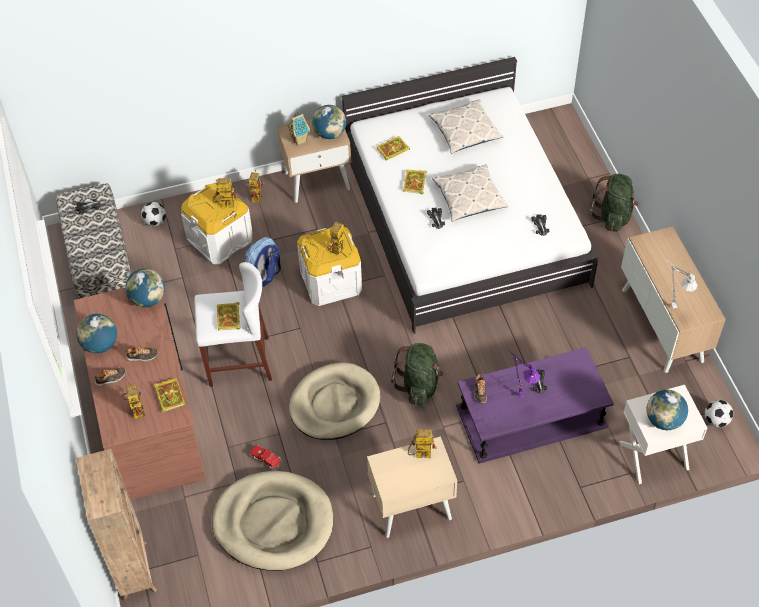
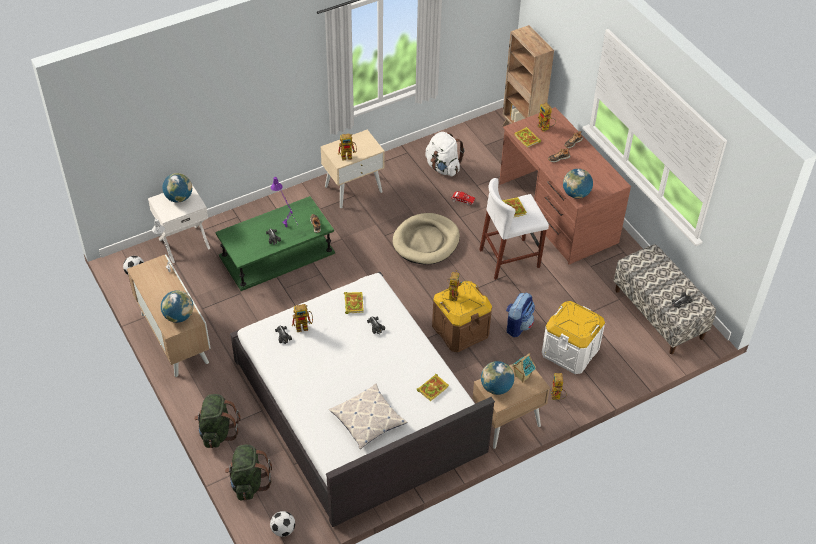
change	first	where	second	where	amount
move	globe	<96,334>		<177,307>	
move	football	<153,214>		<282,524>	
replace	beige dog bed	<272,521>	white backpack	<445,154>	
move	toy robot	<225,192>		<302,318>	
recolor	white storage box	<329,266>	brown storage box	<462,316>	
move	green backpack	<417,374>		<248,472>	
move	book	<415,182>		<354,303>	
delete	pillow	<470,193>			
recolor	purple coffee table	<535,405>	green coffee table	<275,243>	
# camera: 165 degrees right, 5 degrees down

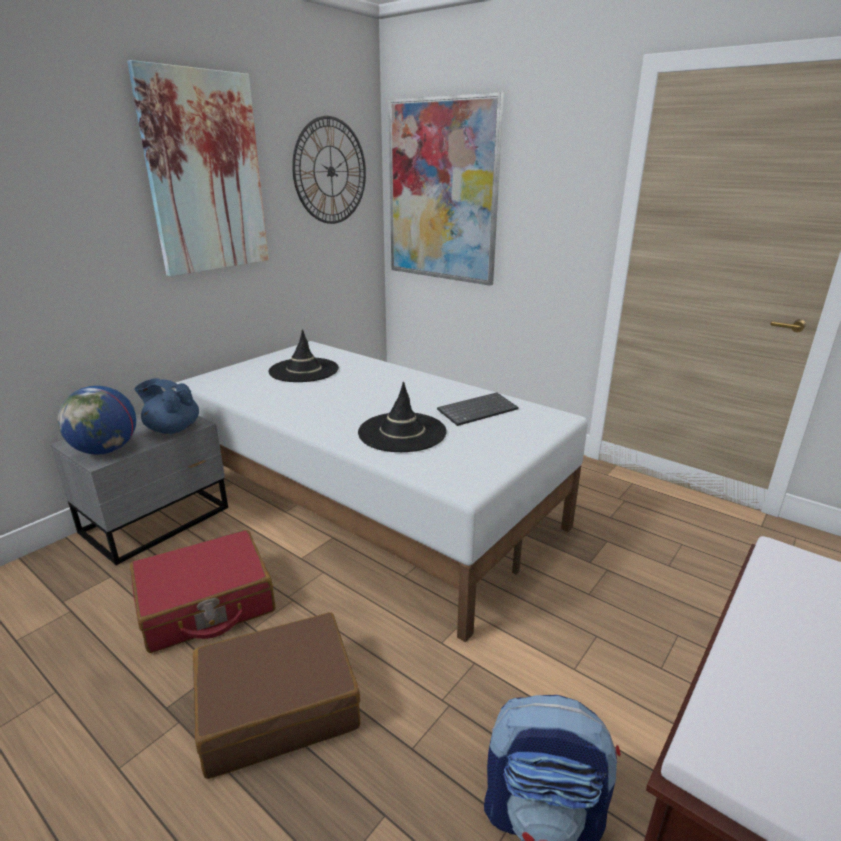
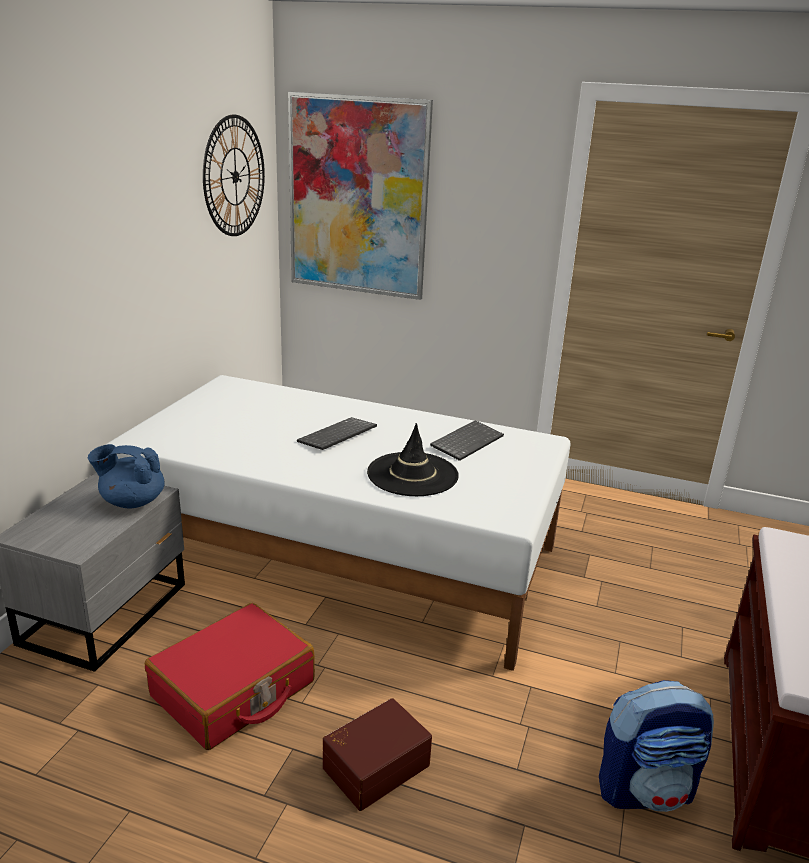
change	first	where	second	where	amount
delete	globe	<97,420>			
delete	picture	<198,168>			
replace	brown suitcase	<276,695>	brown storage box	<377,754>	
delete	black hat	<304,355>			
insert			keyboard	<337,433>	
# camera: 20 degrees left, 0 degrees up

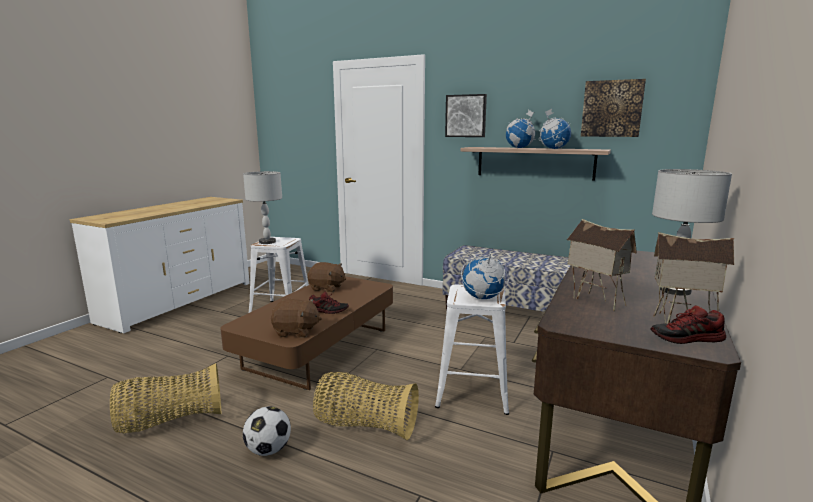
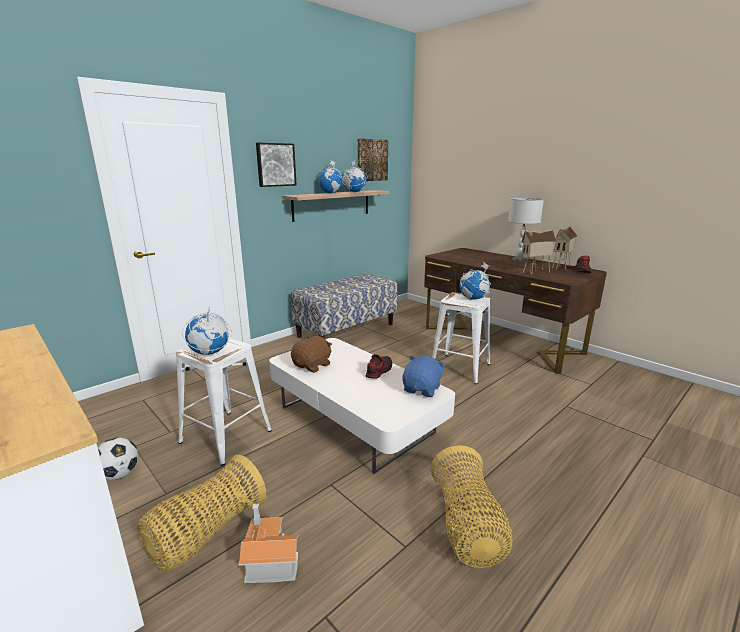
change	first	where	second	where	amount
recolor	brown coffee table	<306,333>	white coffee table	<362,405>	
replace	grey table lamp	<262,207>	globe	<207,330>	
move	football	<267,431>		<118,459>	
recolor	brown plush toy	<296,318>	blue plush toy	<423,376>	
move	basket	<366,406>		<201,513>	
insert			toy house	<268,543>	
# camera: 70 degrees left, 5 degrees up

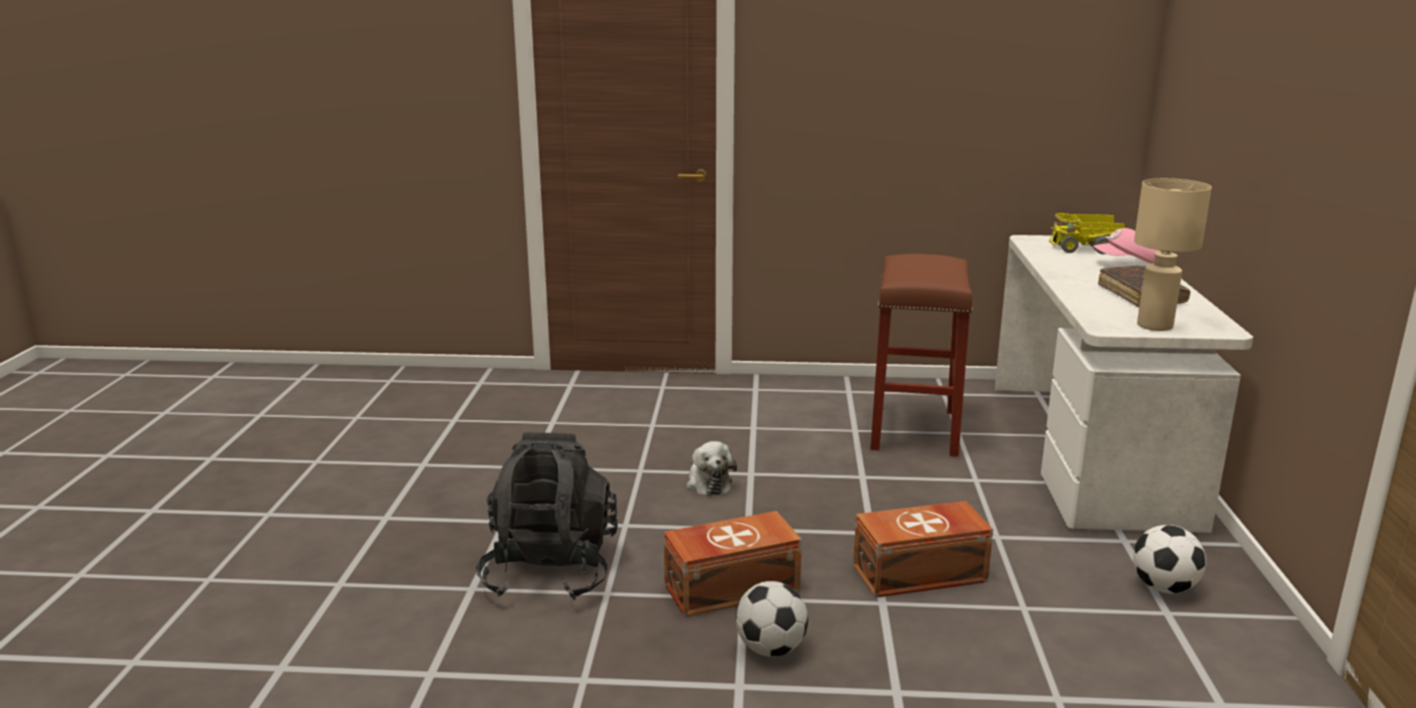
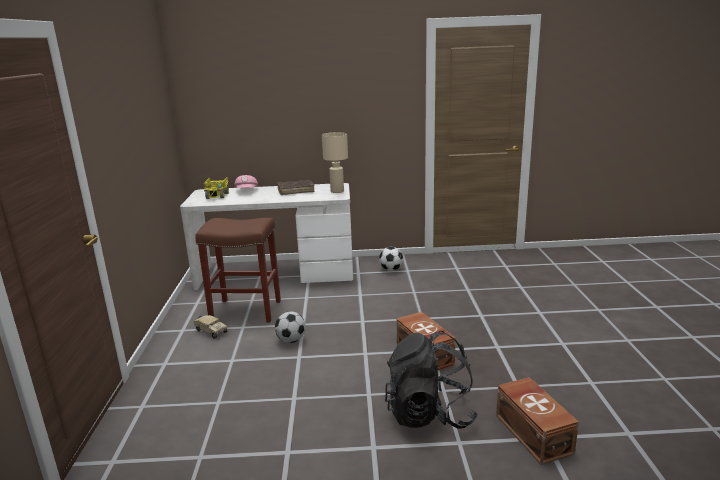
change	first	where	second	where	amount
delete	plush toy	<712,468>			
move	football	<772,619>		<290,327>	
move	brown storage box	<923,549>		<537,421>	
insert			toy truck	<210,327>	
# camera: 95 degrees left, 0 degrees up

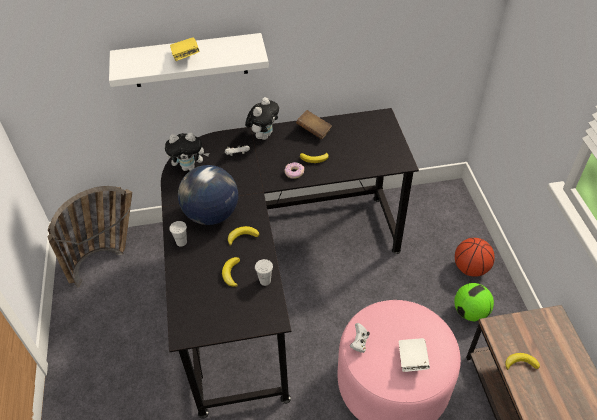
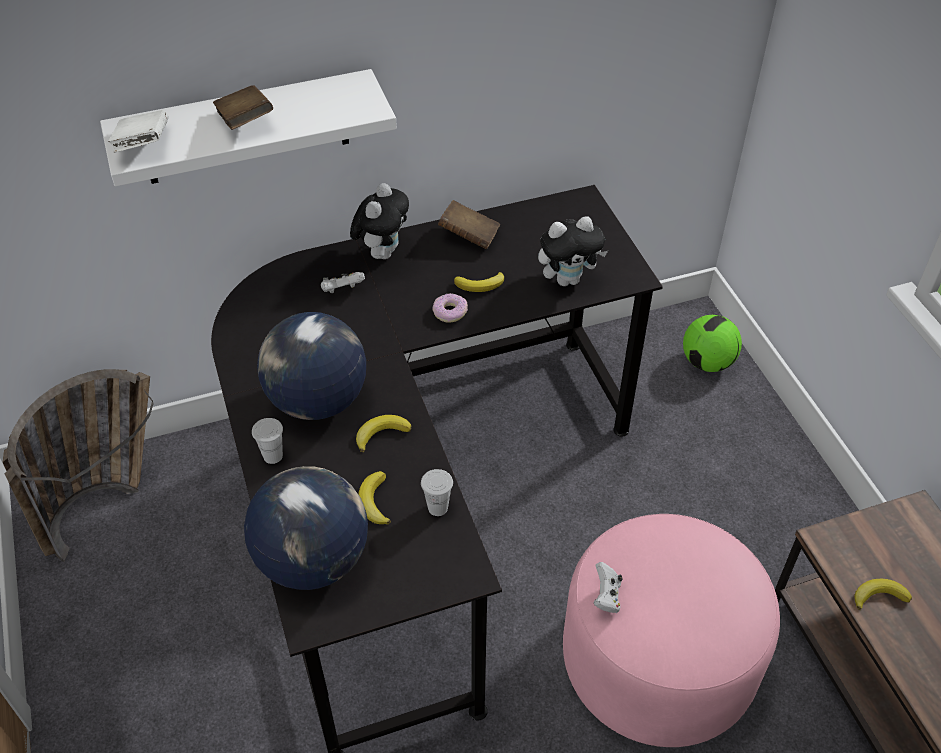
change	first	where	second	where	amount
move	plush toy	<187,152>		<573,251>	
recolor	yellow book	<184,49>	brown book	<243,107>	
move	white book	<414,355>		<138,131>	
move	football	<474,302>		<712,343>	
delete	basketball	<475,257>			
insert			globe	<306,528>	
# camera: 10 degrees left, 0 degrees up

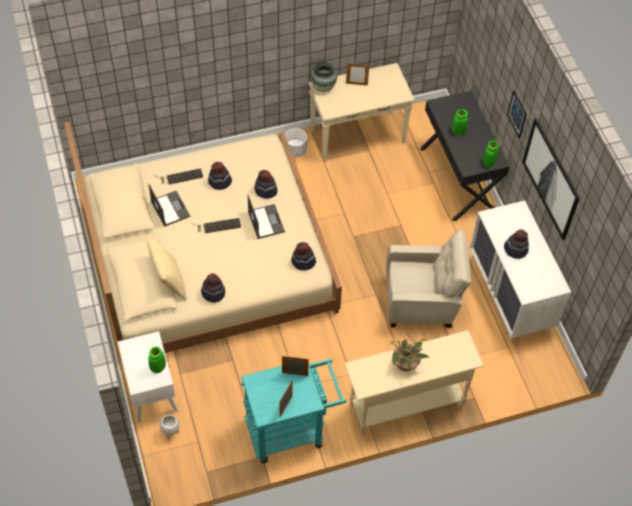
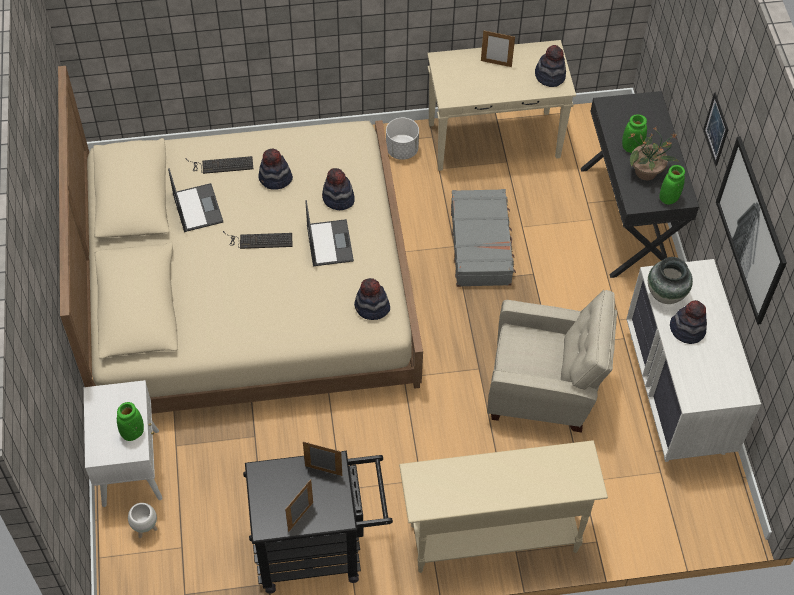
change	first	where	second	where	amount
delete	beige pillow	<166,267>			
move	hat	<213,288>		<550,66>	
recolor	turquoise cart	<294,411>	black cart	<318,522>	
move	vase	<323,77>		<670,280>	
move	potted plant	<409,352>		<654,153>	
insert			grey suitcase	<483,238>	
# camera: 10 degrees right, 0 degrees up

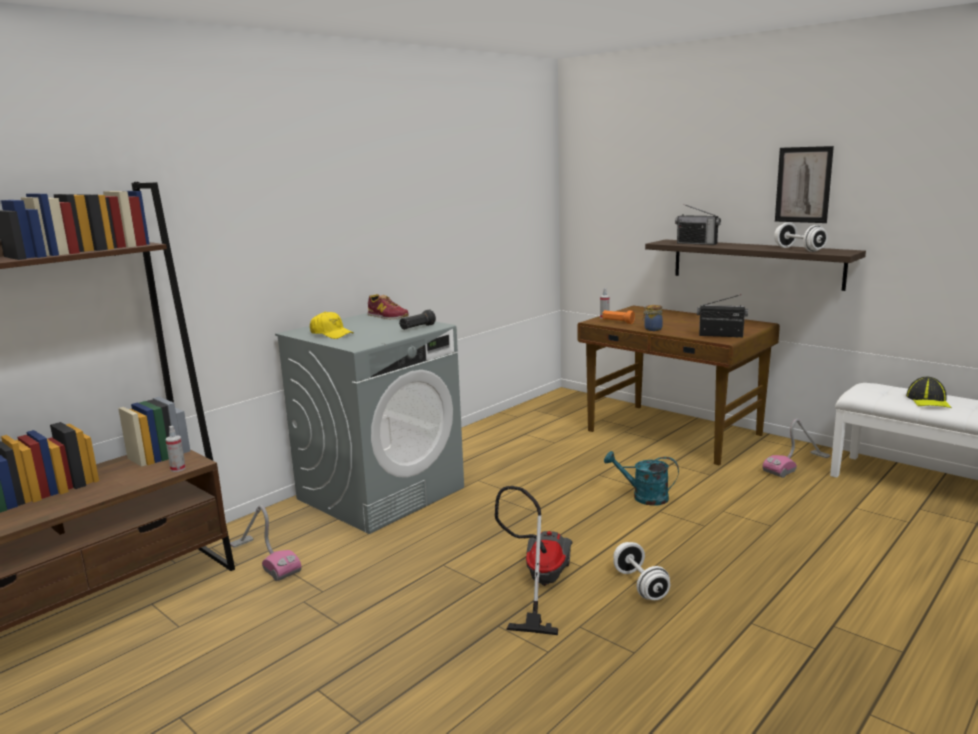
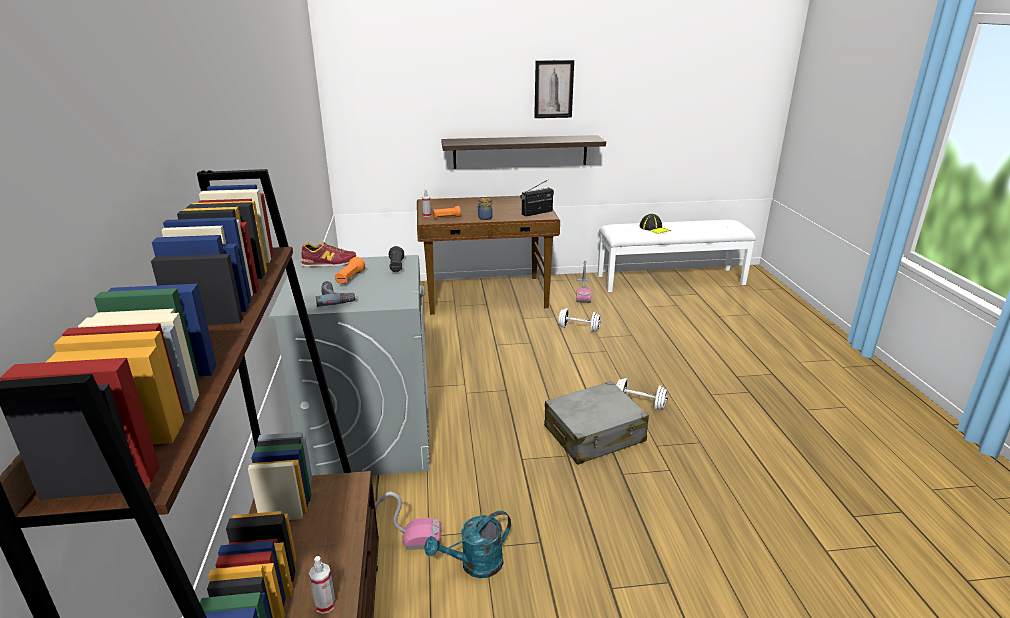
change	first	where	second	where	amount
move	spray bottle	<176,449>		<322,585>	
replace	yellow cap	<332,325>	power drill	<336,294>	
replace	vacuum cleaner	<533,560>	grey suitcase	<596,423>	
move	turquoise watering can	<641,478>		<467,544>	
delete	radio	<698,224>			
move	white dumbbell	<801,237>		<579,320>	
insert			orange flashlight	<350,270>	
# camera: 50 degrees left, 10 degrees up

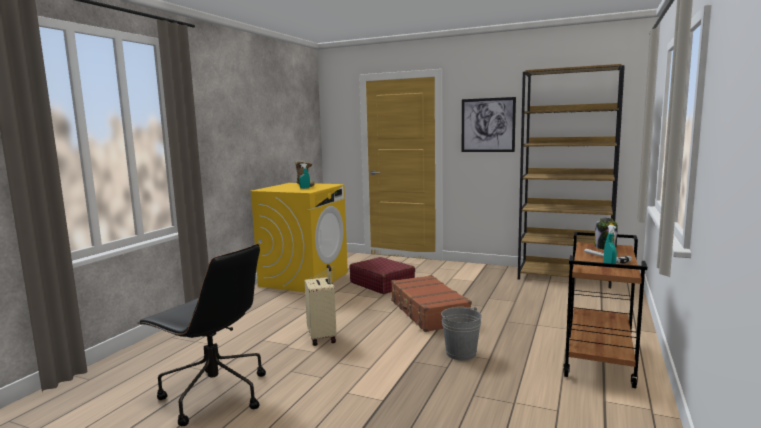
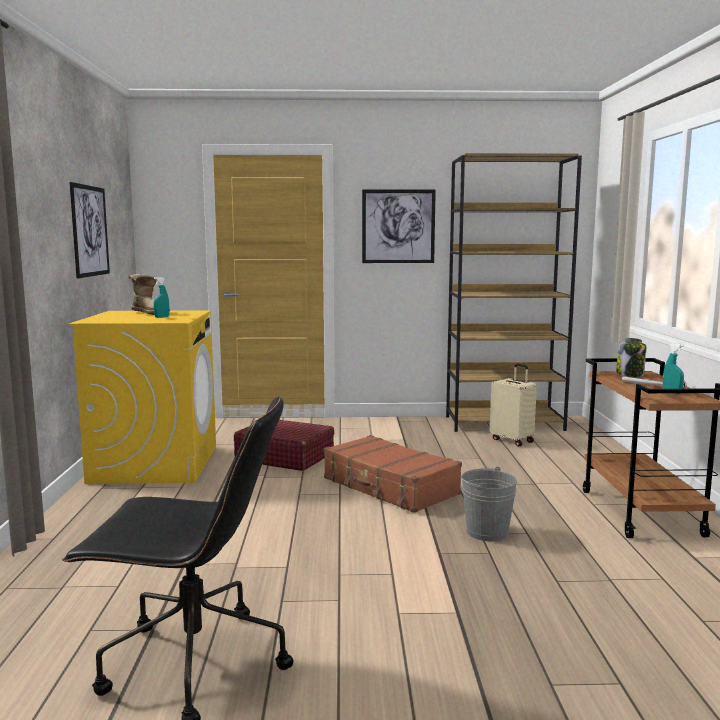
change	first	where	second	where	amount
move	beige suitcase	<321,305>		<513,404>	
insert			picture	<90,230>	
# camera: 25 degrees left, 0 degrees up

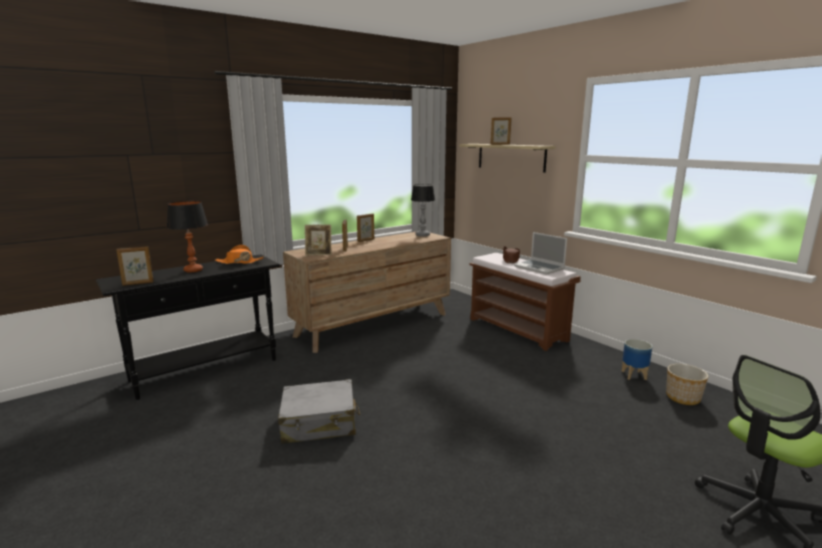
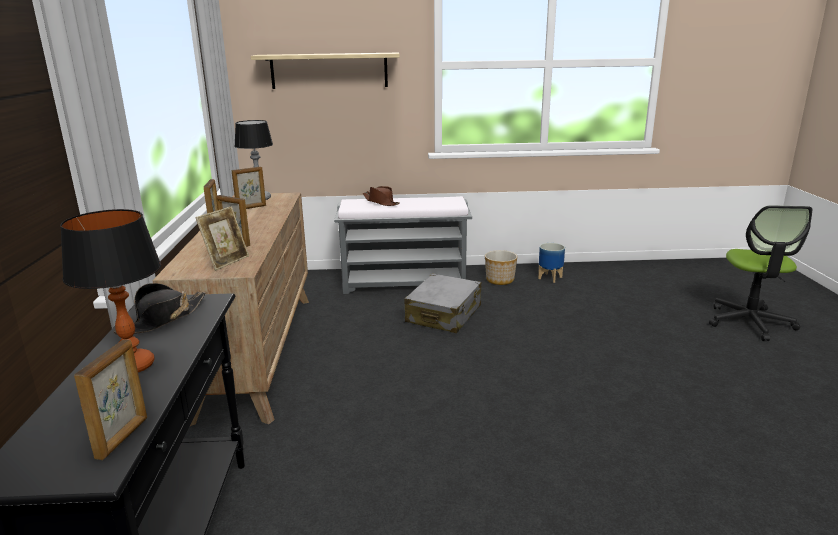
change	first	where	second	where	amount
recolor	orange hat	<239,254>	black hat	<159,309>	
move	grey suitcase	<319,411>		<443,303>	
recolor	brown bench	<525,302>	grey bench	<403,245>	
move	picture frame	<501,131>		<249,187>	
delete	laptop	<540,253>			
move	planter	<687,384>		<501,267>	
# camera: 55 degrees left, 5 degrees up

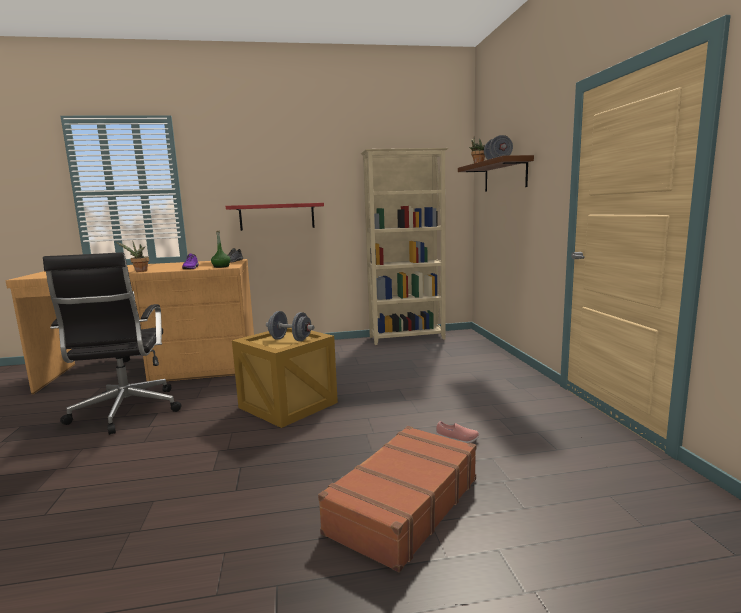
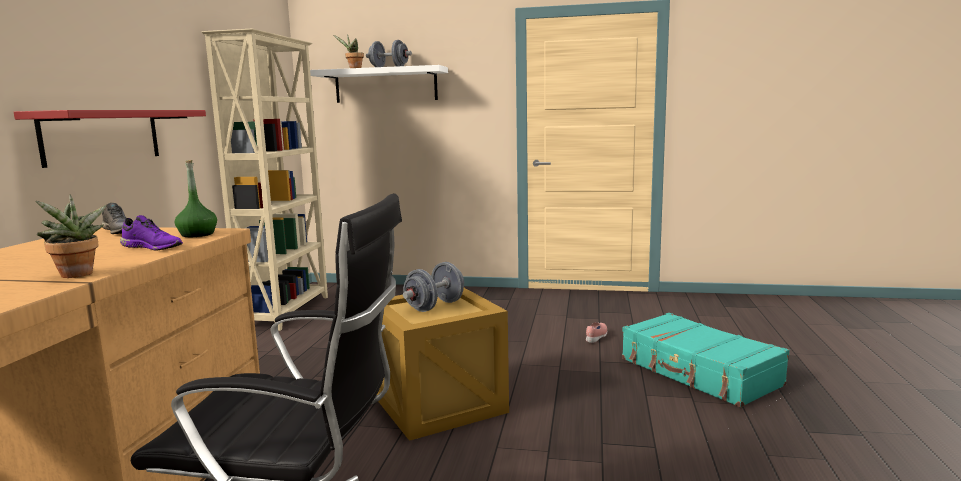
change	first	where	second	where	amount
recolor	brown suitcase	<397,499>	turquoise suitcase	<705,360>	
recolor	brown shelf	<496,173>	white shelf	<379,84>	
# camera: 70 degrees left, 0 degrees up

